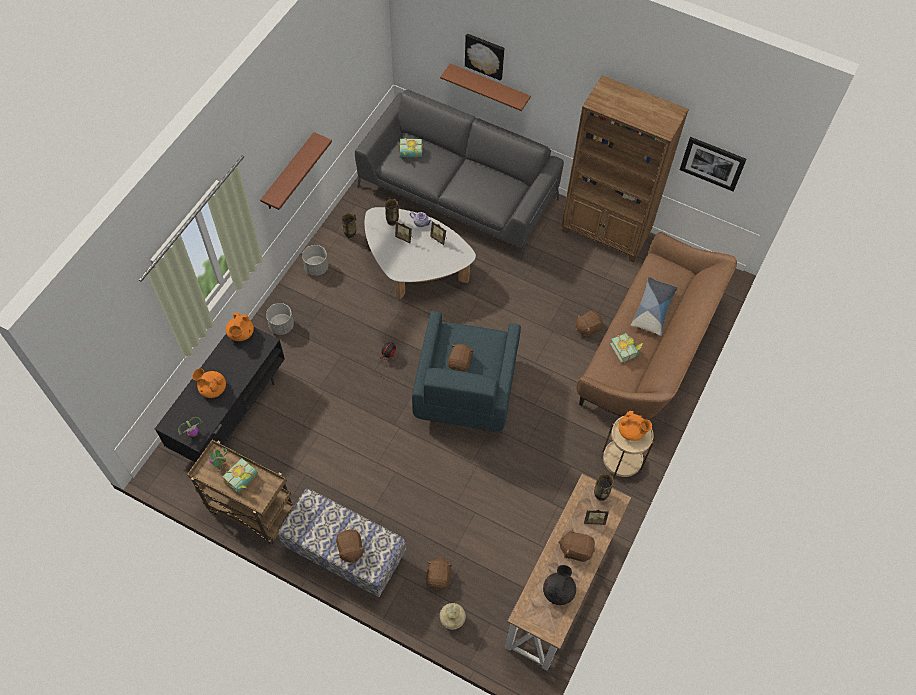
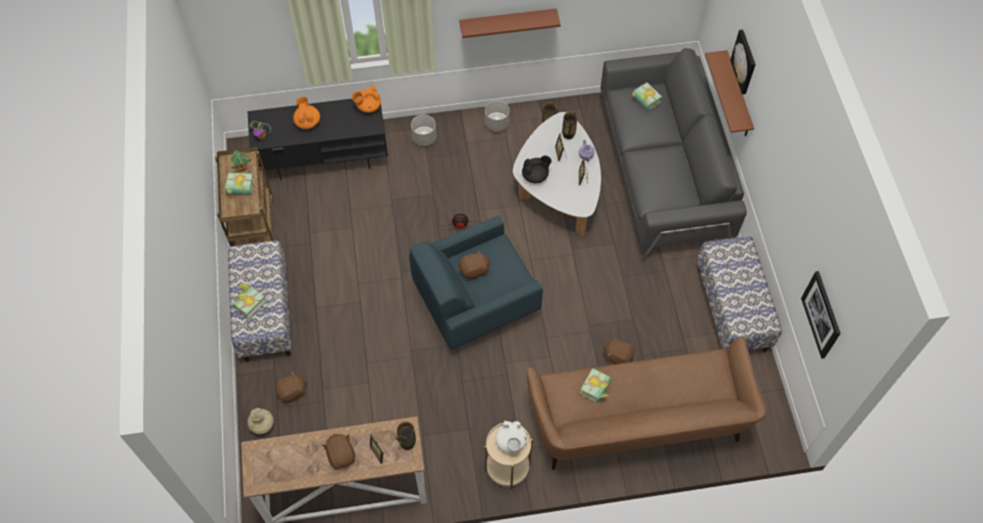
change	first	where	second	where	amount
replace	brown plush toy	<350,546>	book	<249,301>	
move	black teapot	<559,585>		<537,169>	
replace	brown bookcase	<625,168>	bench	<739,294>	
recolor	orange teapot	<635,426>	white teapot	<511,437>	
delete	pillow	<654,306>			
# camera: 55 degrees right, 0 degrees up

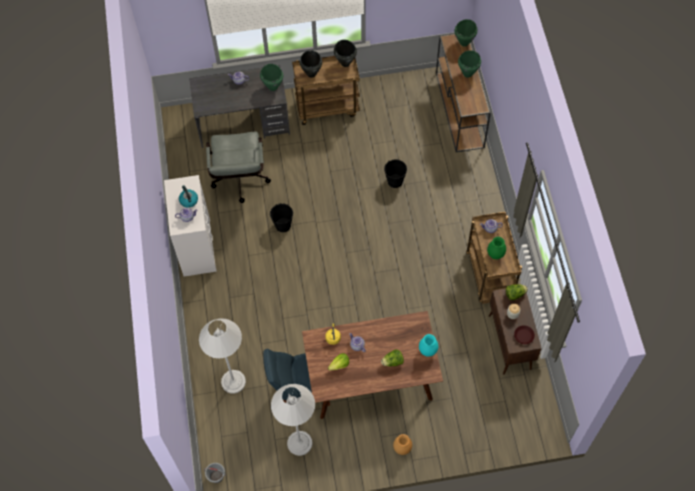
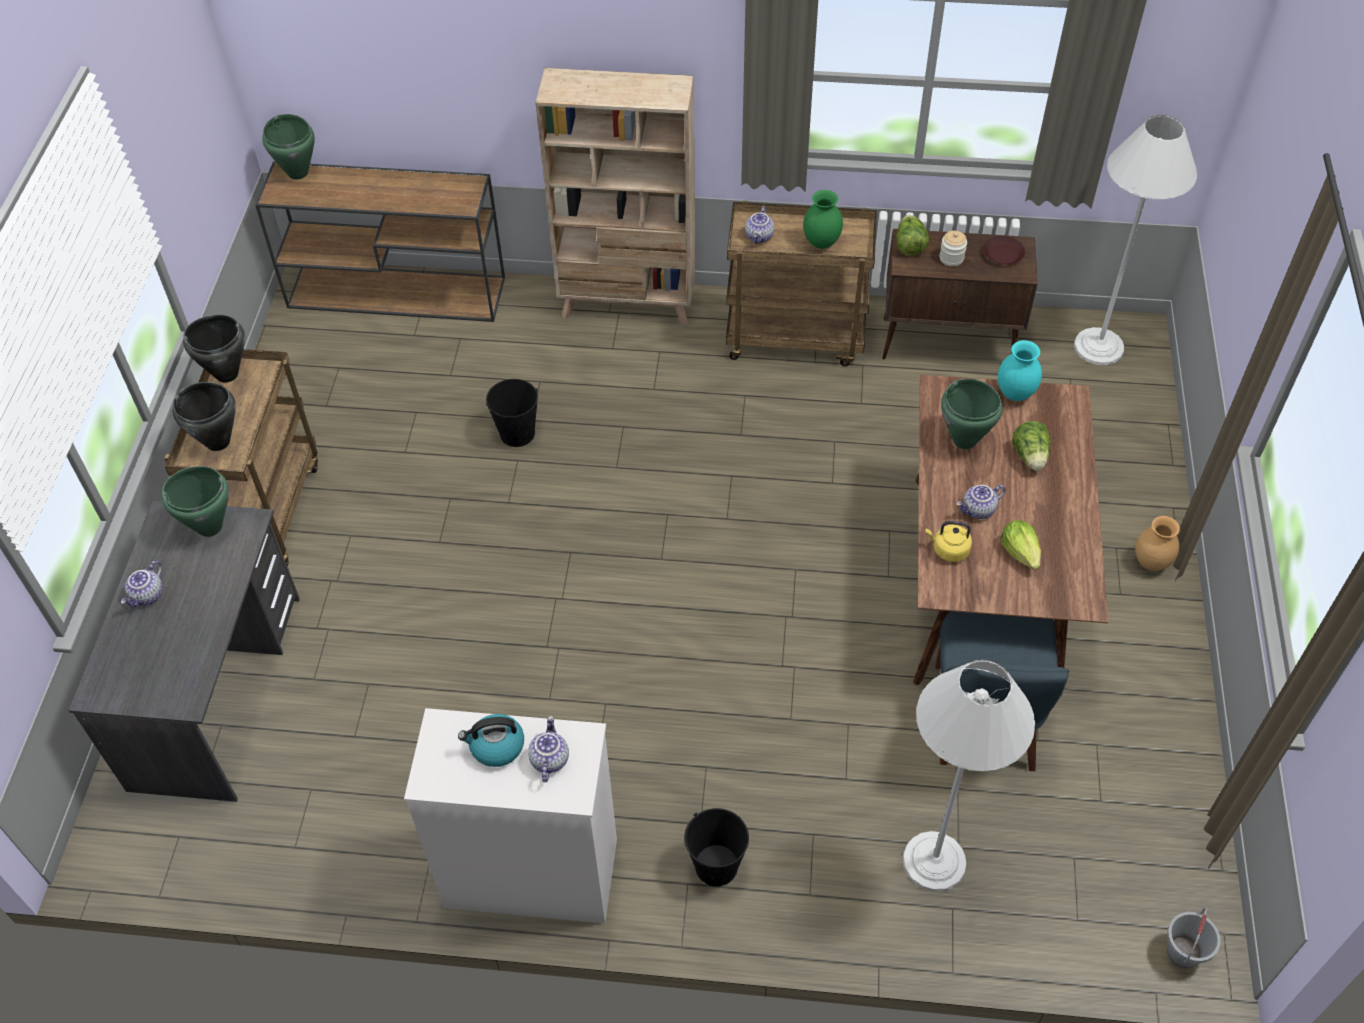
change	first	where	second	where	amount
delete	grey office chair	<238,167>			
move	black bucket	<281,217>		<716,847>	
move	white floor lamp	<293,420>		<1135,240>	
move	green cooking pot	<469,64>		<972,413>	
insert			beige bookcase	<615,197>	
# camera: 75 degrees left, 10 degrees down

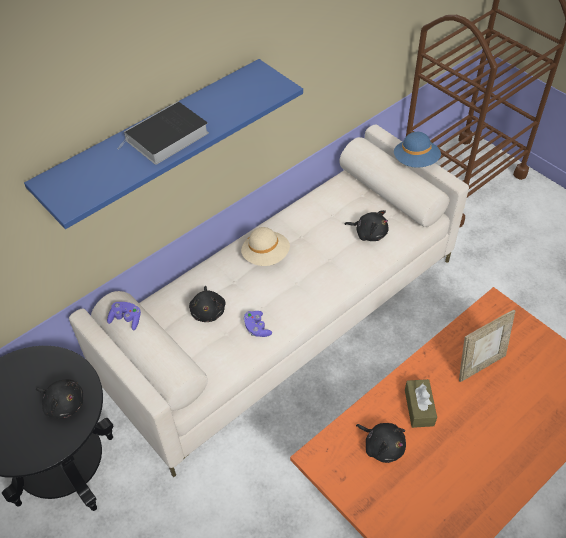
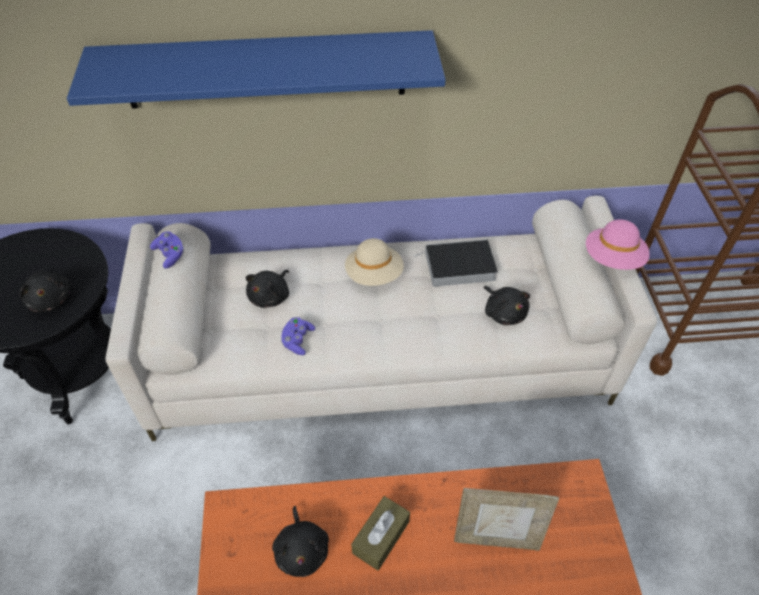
change	first	where	second	where	amount
move	book	<163,133>		<456,263>	
recolor	blue hat	<417,150>	pink hat	<618,244>	
# camera: 35 degrees right, 0 degrees up

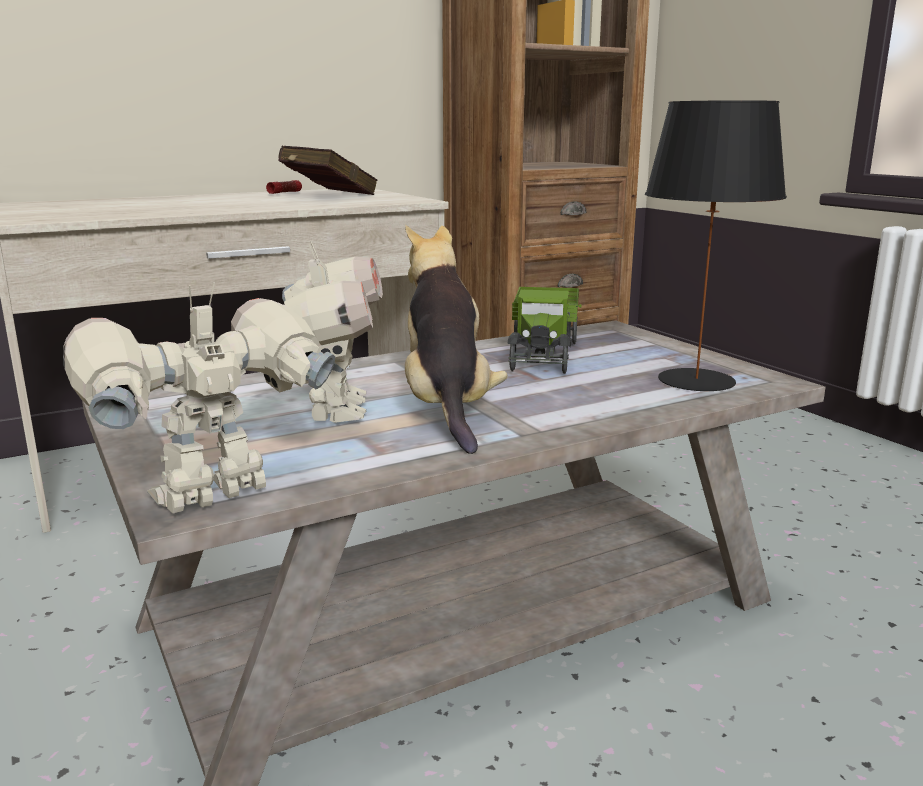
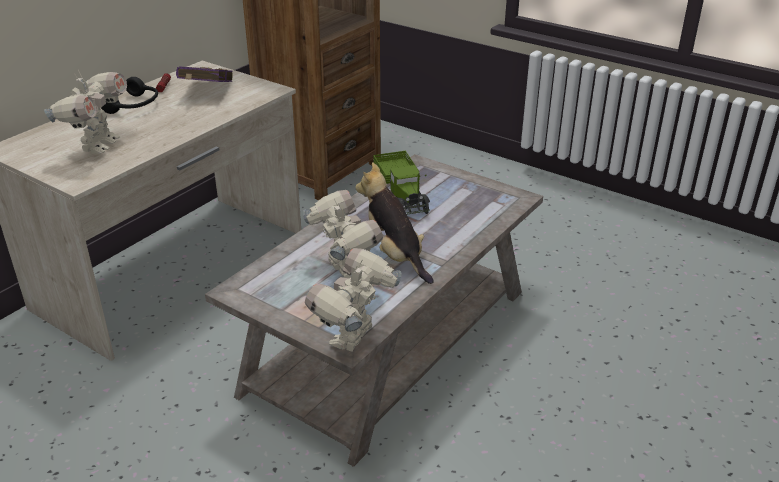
change	first	where	second	where	amount
recolor	red book	<327,170>	purple book	<204,74>	
delete	black table lamp	<716,245>			
insert			toy robot	<85,112>	
insert			black headphones	<129,95>	
# camera: 25 degrees left, 15 degrees up

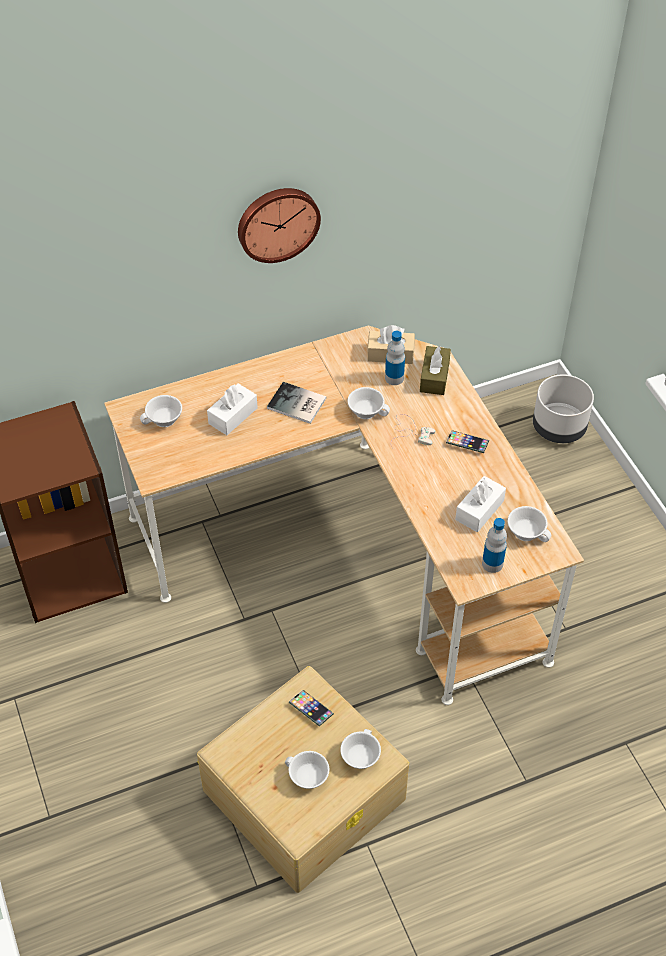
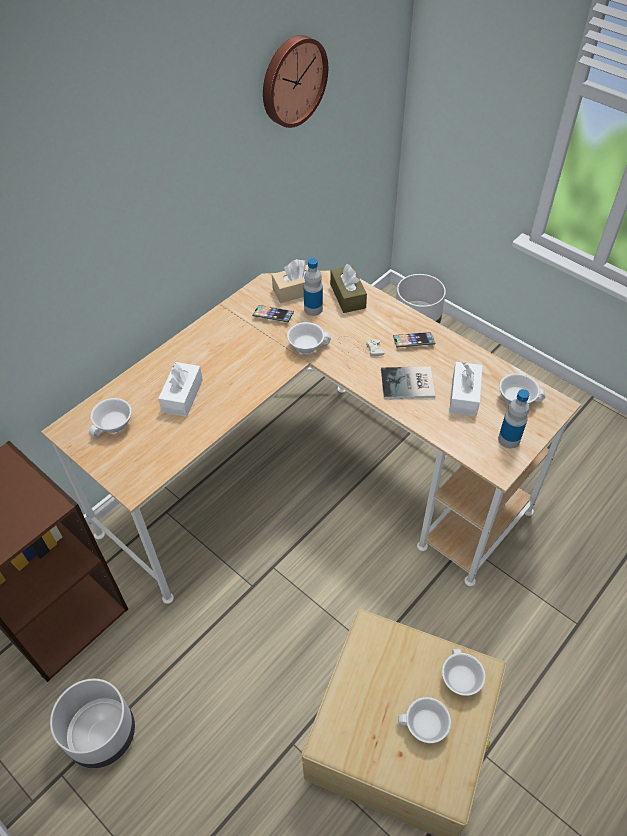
change	first	where	second	where	amount
move	wall clock	<279,225>		<295,81>	
move	book	<296,403>		<408,382>	
move	phone	<311,708>		<273,313>	
insert			grey planter	<92,723>	
# camera: 25 degrees left, 0 degrees up

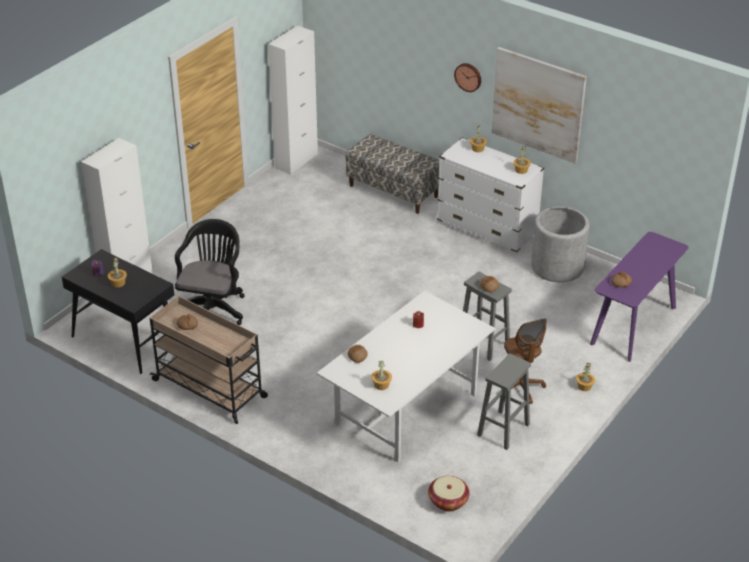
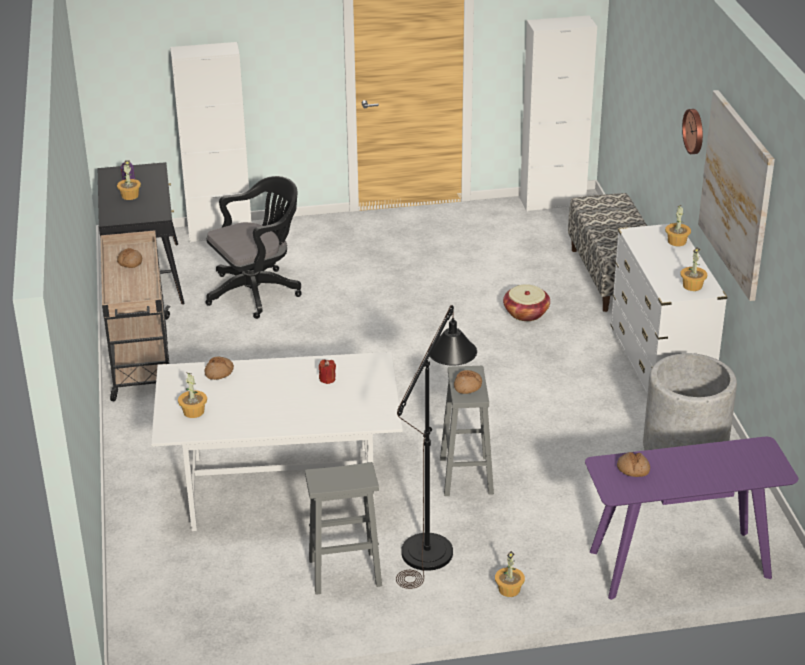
change	first	where	second	where	amount
move	basket	<449,493>		<526,302>	
replace	brown office chair	<525,361>	black floor lamp	<436,447>	
# camera: 45 degrees right, 5 degrees down

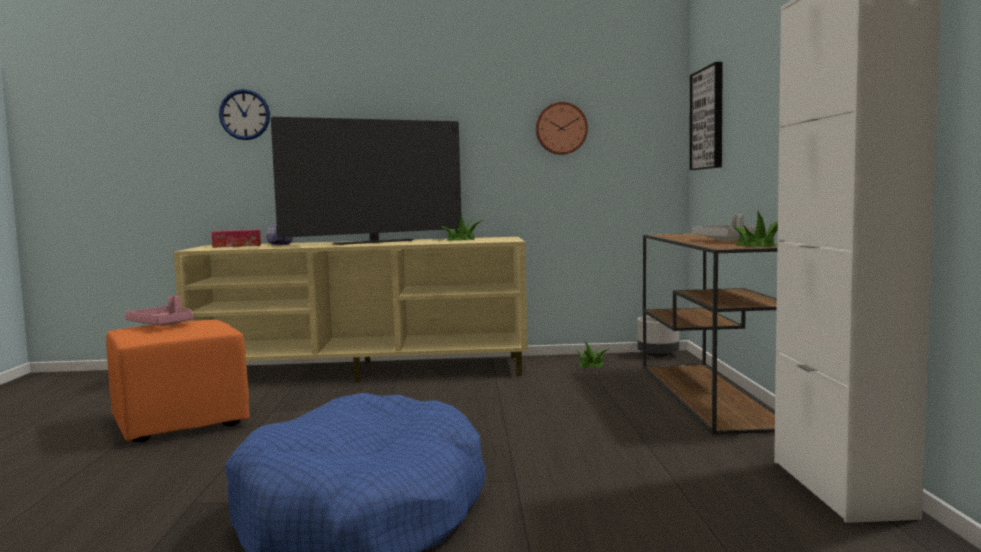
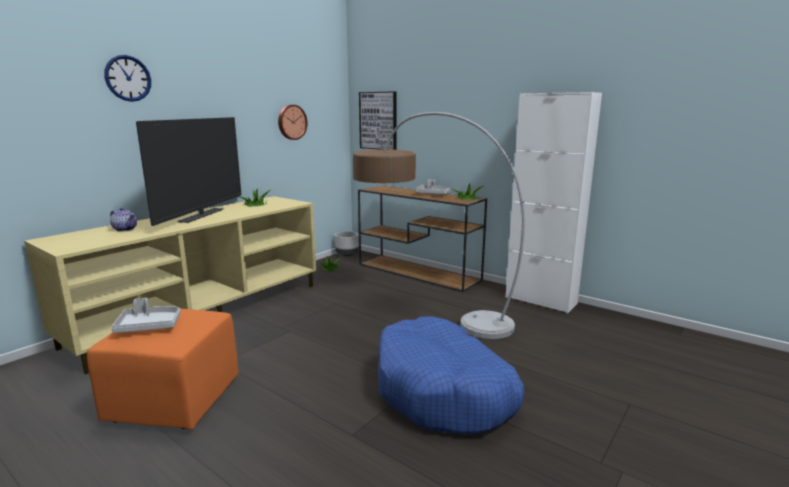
change	first	where	second	where	amount
recolor	pink tray	<159,311>	grey tray	<146,315>	
delete	tissue box	<236,238>			
move	wall clock	<244,114>		<127,78>	
insert			floor lamp	<439,225>	
# camera: 50 degrees left, 10 degrees up

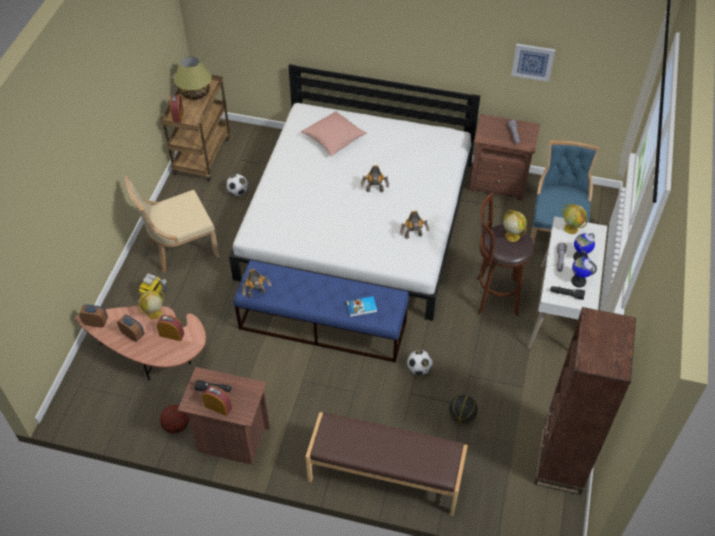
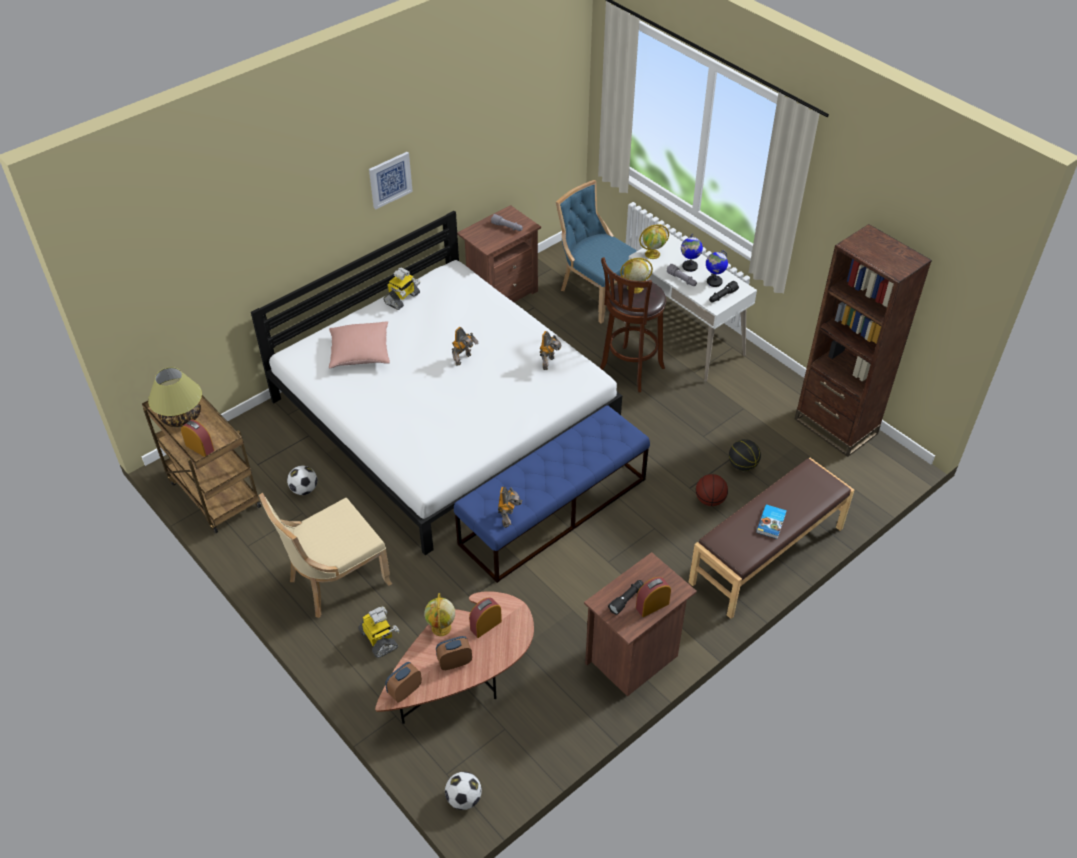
change	first	where	second	where	amount
rotate	beige chair	<172,224>		<325,555>	45 degrees clockwise
move	basketball	<174,419>		<712,490>	
move	book	<362,306>		<771,521>	
move	football	<419,362>		<463,791>	
move	picture	<533,62>		<391,180>	
insert			toy robot	<402,288>	
# camera: 55 degrees left, 5 degrees down

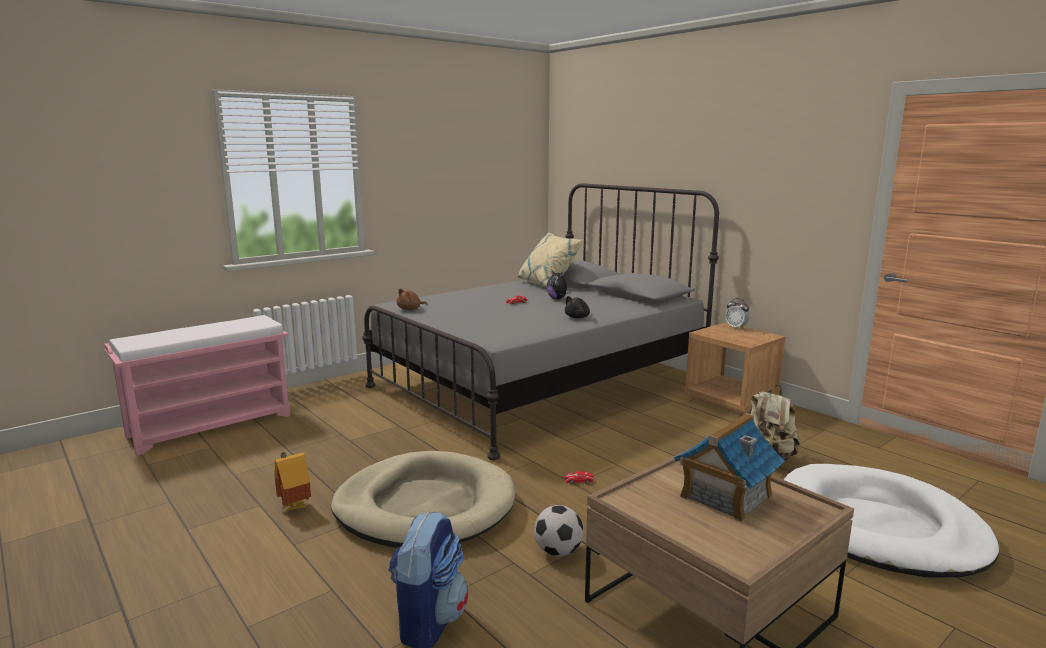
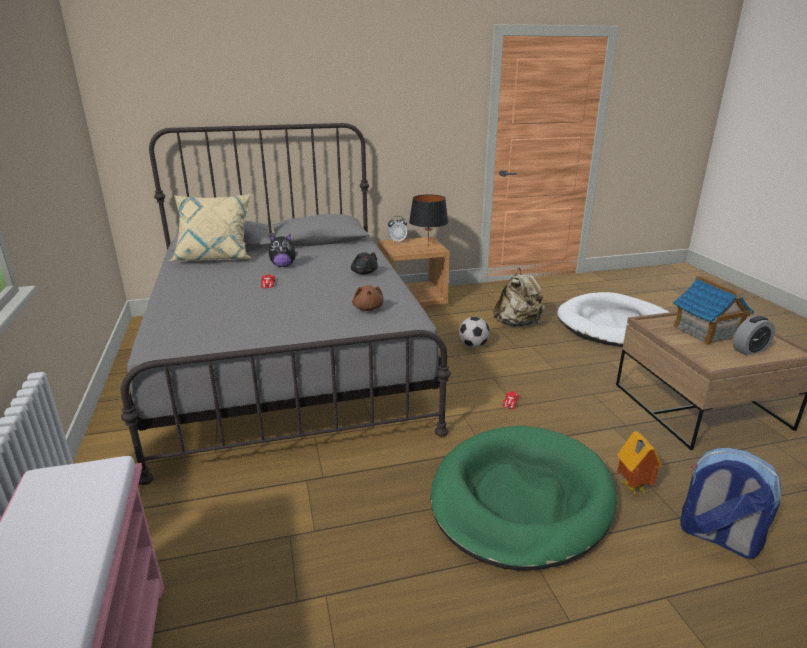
change	first	where	second	where	amount
move	toy house	<292,482>		<639,463>	
recolor	beige dog bed	<423,499>	green dog bed	<523,498>	
move	brown plush toy	<412,299>		<368,298>	
move	football	<558,530>		<474,332>	
insert			black table lamp	<428,221>	
insert			alarm clock	<754,336>	
# camera: 65 degrees left, 10 degrees up

